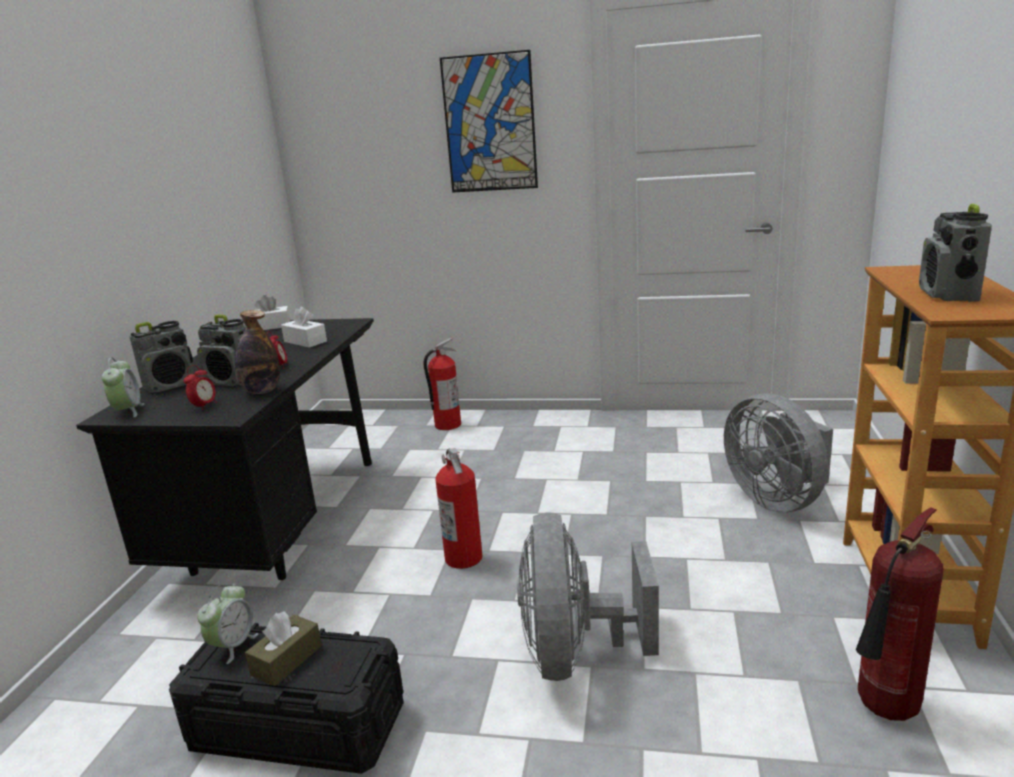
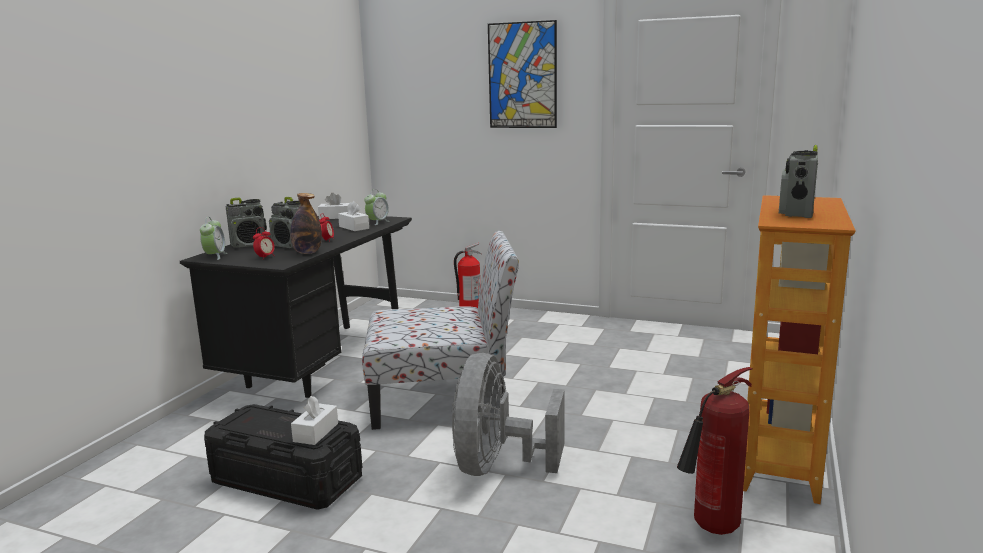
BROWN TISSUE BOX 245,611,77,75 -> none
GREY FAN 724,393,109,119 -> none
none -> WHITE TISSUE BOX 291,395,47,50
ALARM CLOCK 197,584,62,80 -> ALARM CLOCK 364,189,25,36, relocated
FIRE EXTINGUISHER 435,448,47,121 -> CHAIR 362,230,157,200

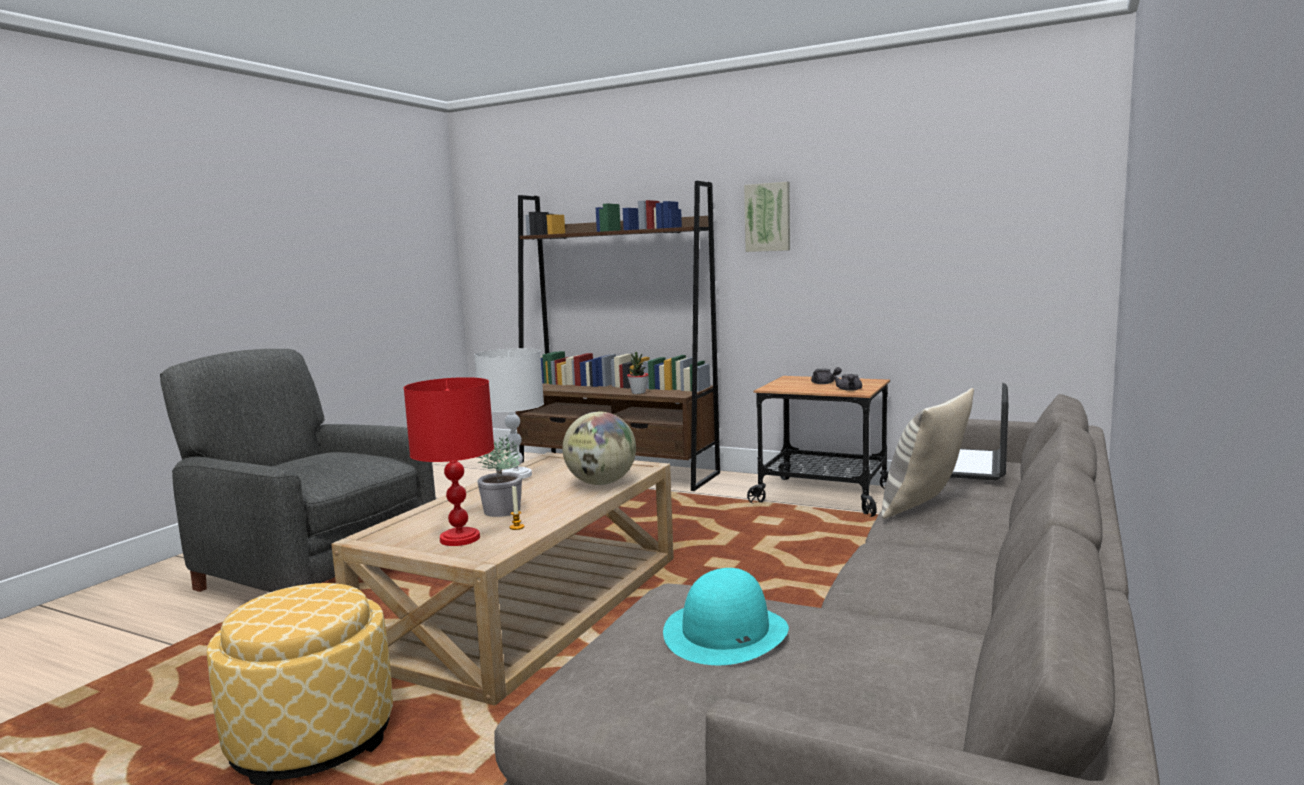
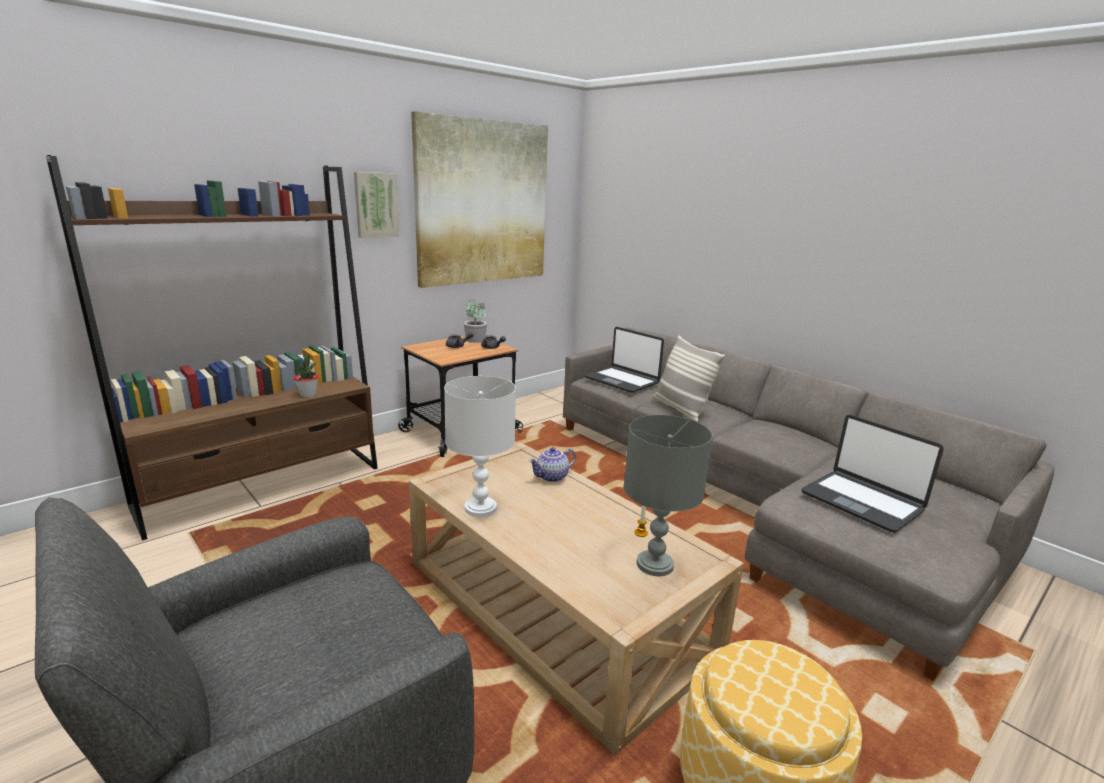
none -> PICTURE 411,111,137,177
POTTED PLANT 477,435,45,82 -> POTTED PLANT 464,300,23,43, relocated
GLOBE 563,411,73,74 -> TEAPOT 529,447,47,35
TURQUOISE HAT 663,568,126,97 -> LAPTOP 801,415,143,118
RED TABLE LAMP 404,377,90,169 -> GREY TABLE LAMP 624,415,88,161

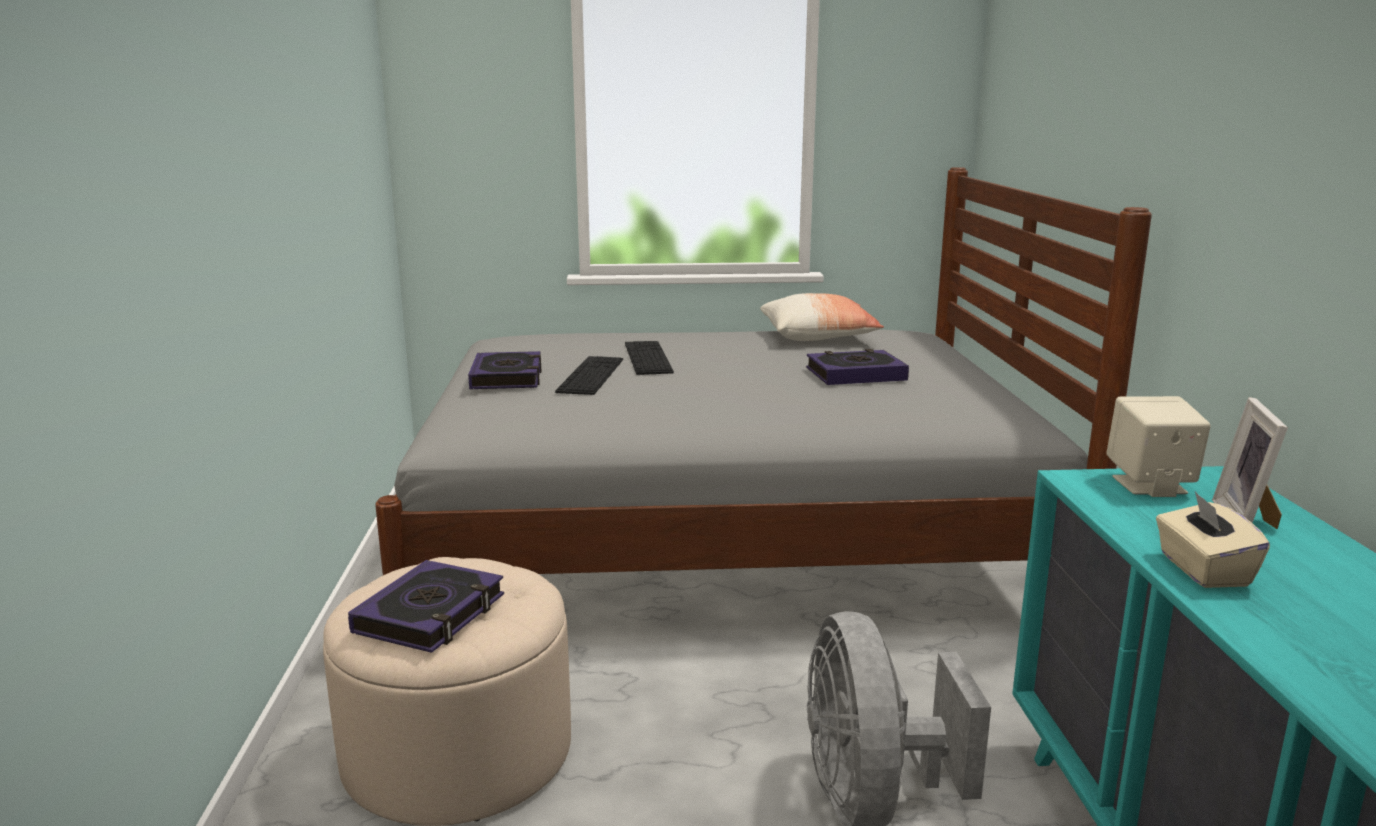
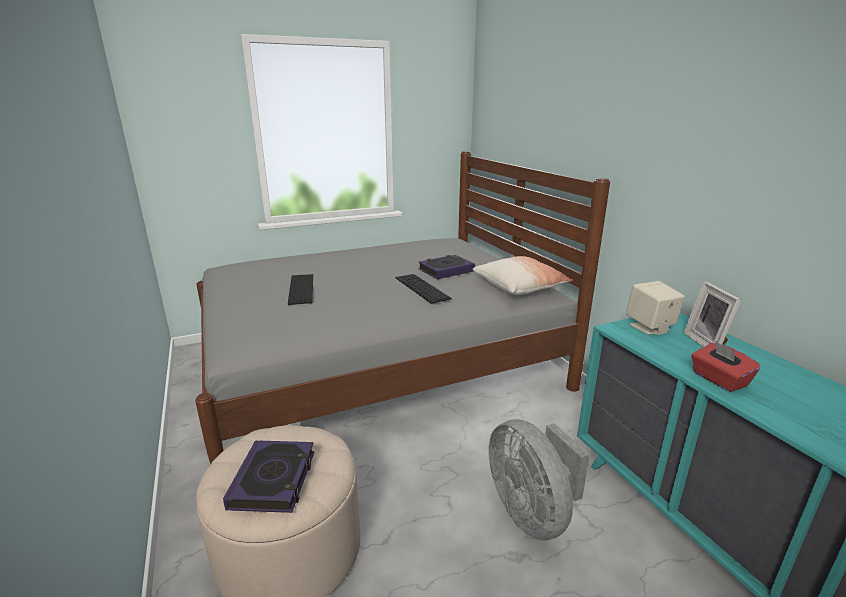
BOOK 468,351,73,38 -> none
KEYBOARD 625,341,49,34 -> KEYBOARD 395,274,57,30, relocated
PILLOW 760,293,124,48 -> PILLOW 473,256,100,39, relocated
BEIGE TISSUE BOX 1156,492,114,96 -> RED TISSUE BOX 691,341,70,51

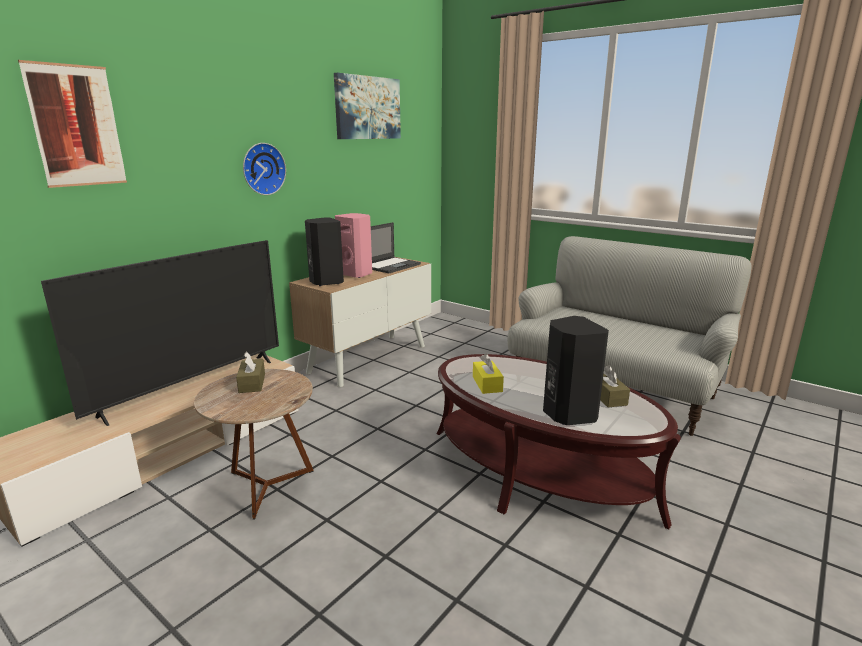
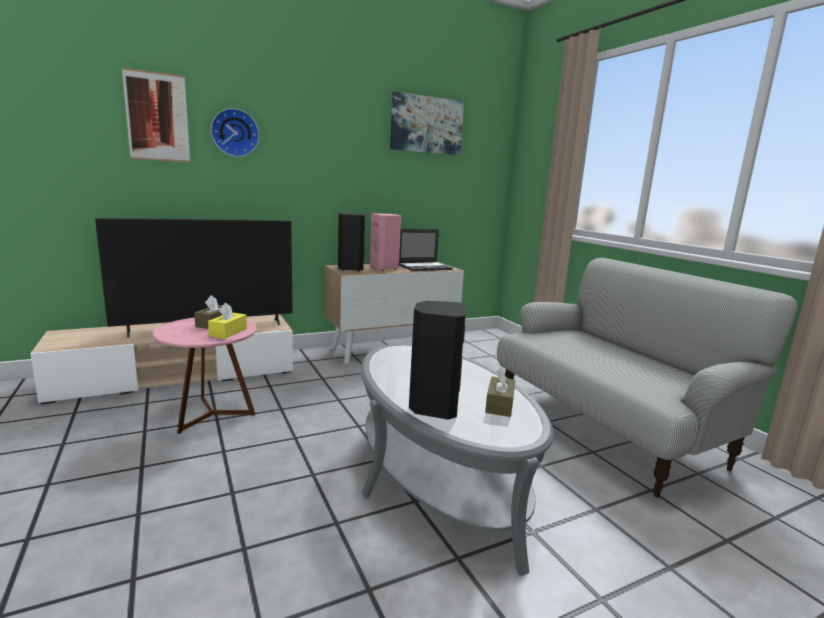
WALL CLOCK 243,143,43,52 -> WALL CLOCK 211,108,48,49, relocated
YELLOW TISSUE BOX 473,354,31,40 -> YELLOW TISSUE BOX 208,303,39,36, relocated
BROWN SIDE TABLE 194,369,120,150 -> PINK SIDE TABLE 153,317,104,117
BROWN COFFEE TABLE 437,354,244,175 -> GREY COFFEE TABLE 361,343,192,233

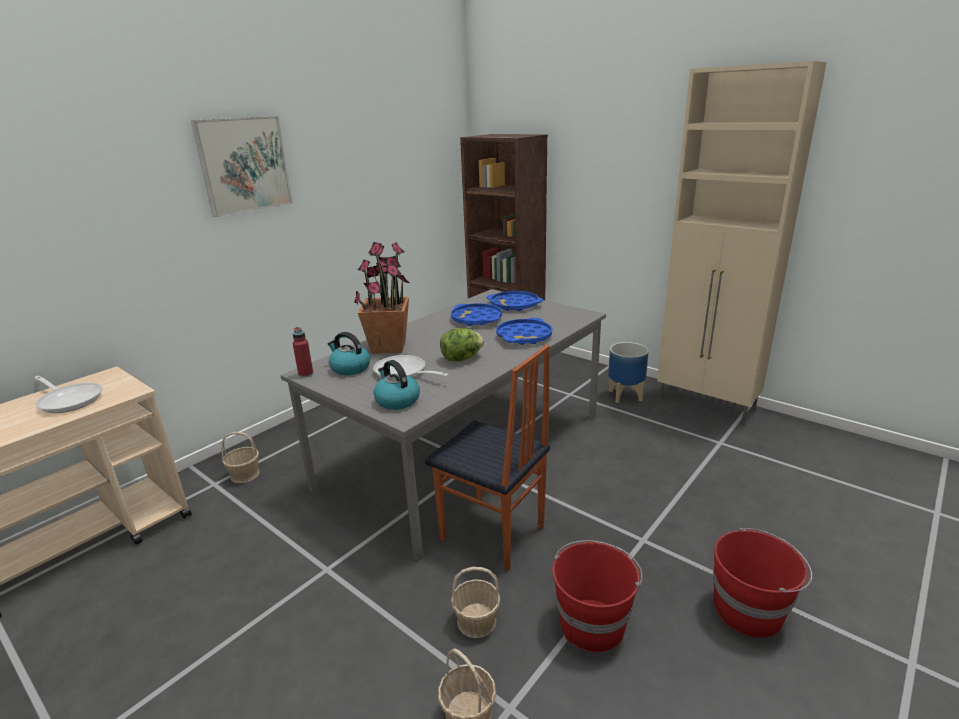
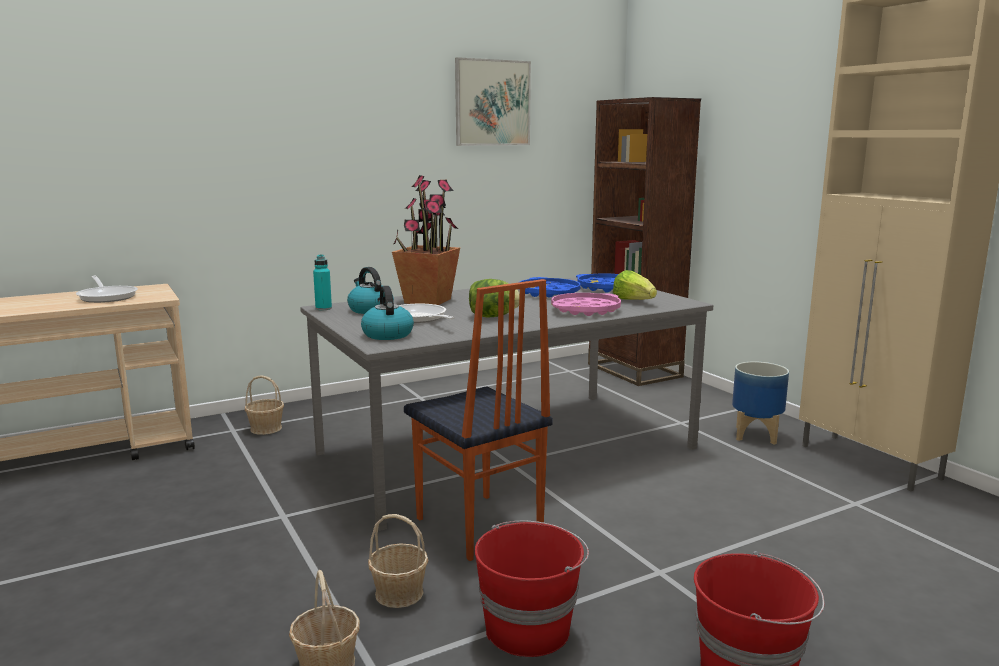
none -> LETTUCE 613,270,44,30
PICTURE 191,116,102,101 -> PICTURE 455,57,76,89, relocated
RED BOTTLE 293,327,20,51 -> TURQUOISE BOTTLE 313,254,19,56
BLUE TRAY 496,318,56,27 -> PINK TRAY 551,293,70,23

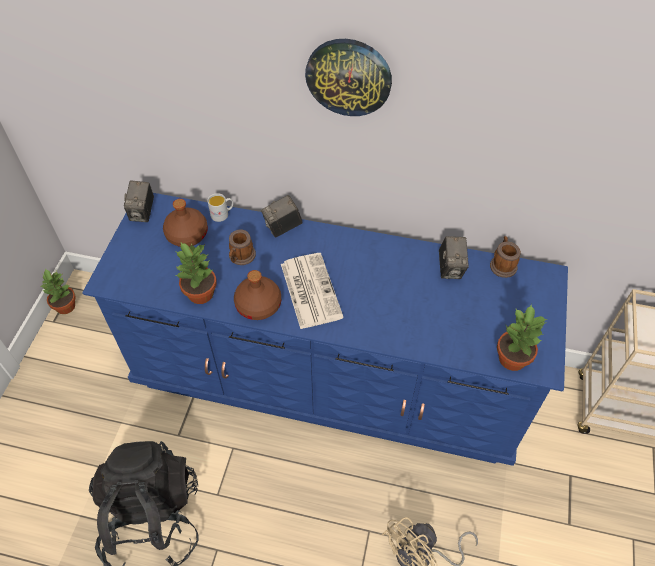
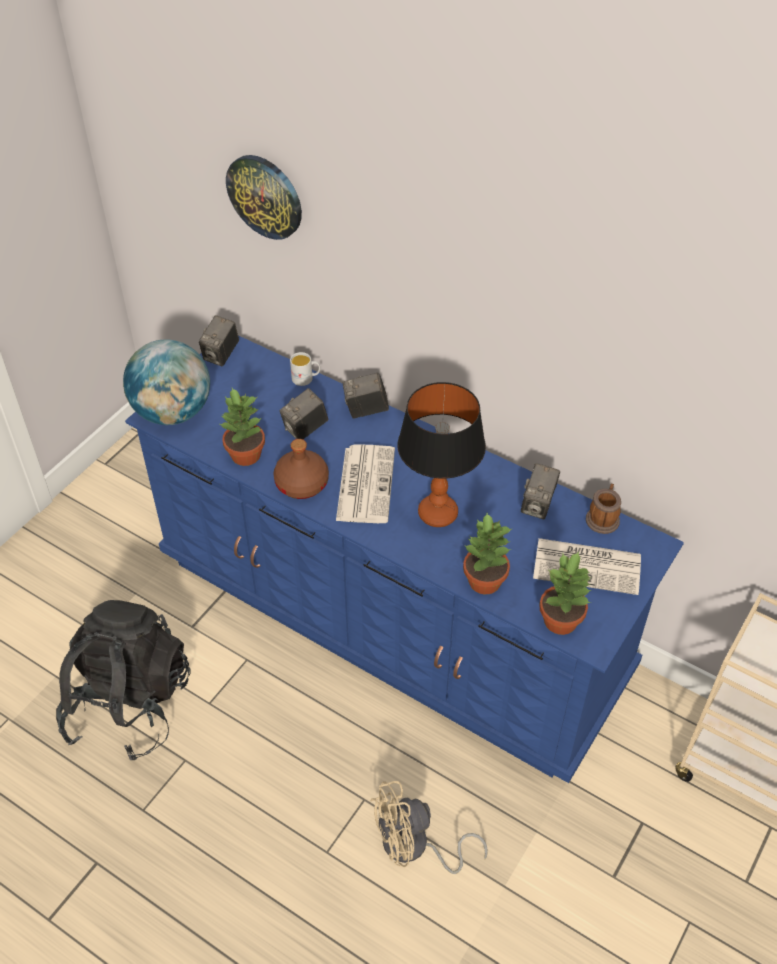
BROWN BOTTLE 163,199,45,48 -> none
none -> GLOBE 123,339,87,86
none -> TABLE LAMP 397,382,89,145
none -> NEWSPAPER 533,538,108,57
POTTED PLANT 40,269,36,45 -> POTTED PLANT 463,513,48,82, relocated
WALL CLOCK 305,39,87,77 -> WALL CLOCK 226,155,76,85, relocated
MUG 229,229,27,36 -> PHOTO CAMERA 280,388,48,51

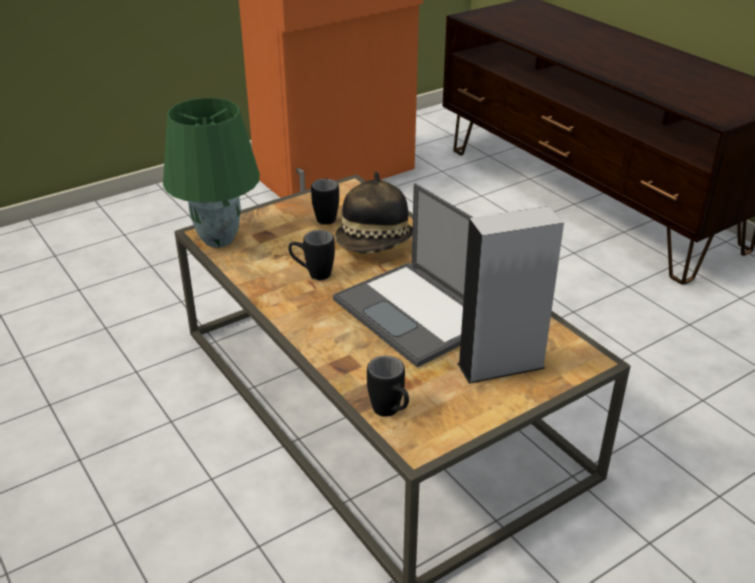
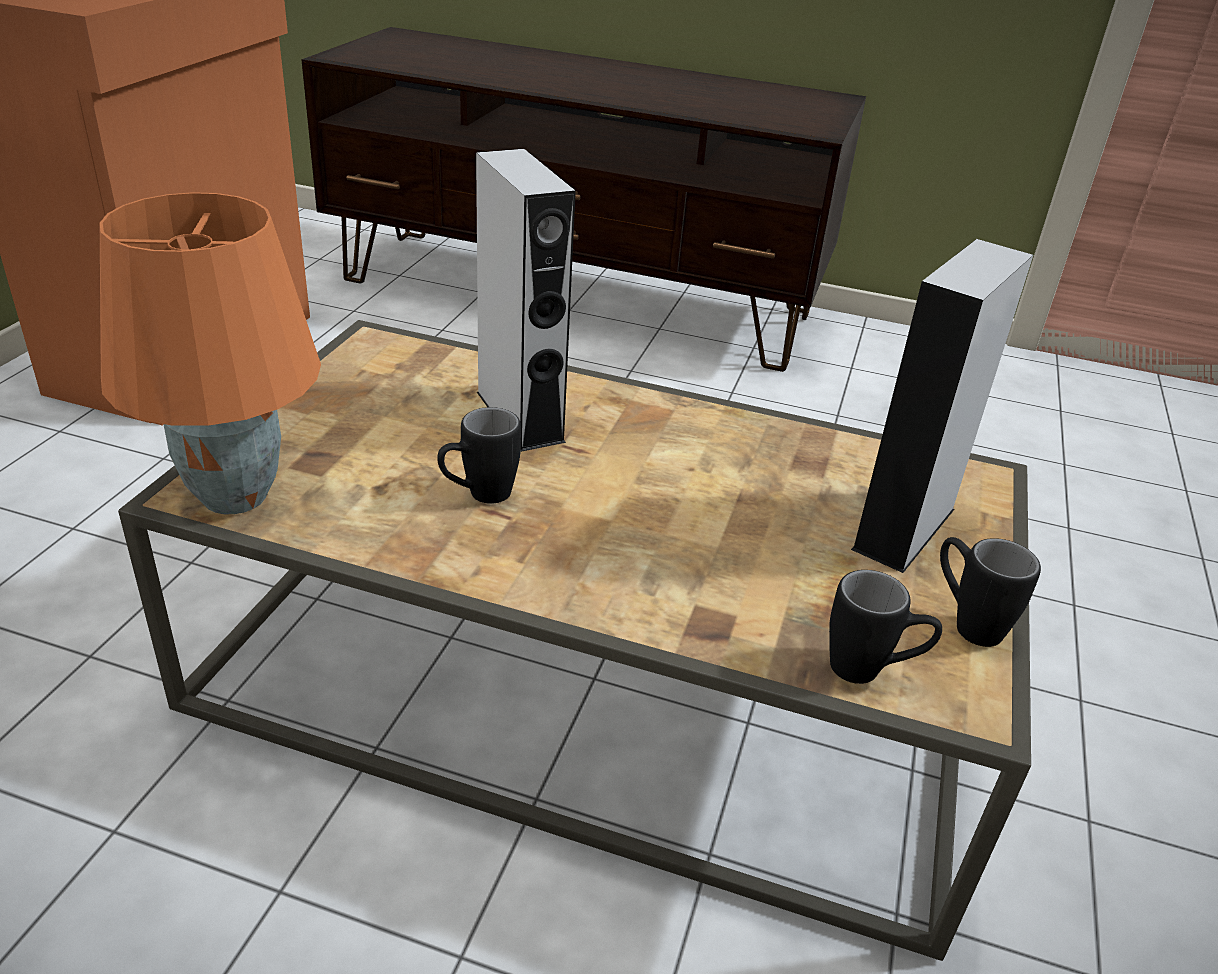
LAPTOP 333,183,141,185 -> none
BLACK MUG 311,178,28,47 -> BLACK MUG 940,537,101,110, relocated
HAT 335,172,78,82 -> GREY SPEAKER 476,149,100,303
GREEN TABLE LAMP 163,98,97,150 -> ORANGE TABLE LAMP 100,192,221,322

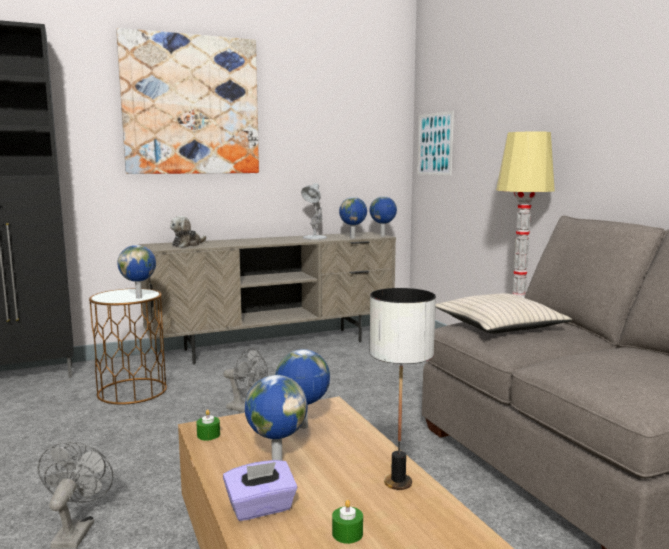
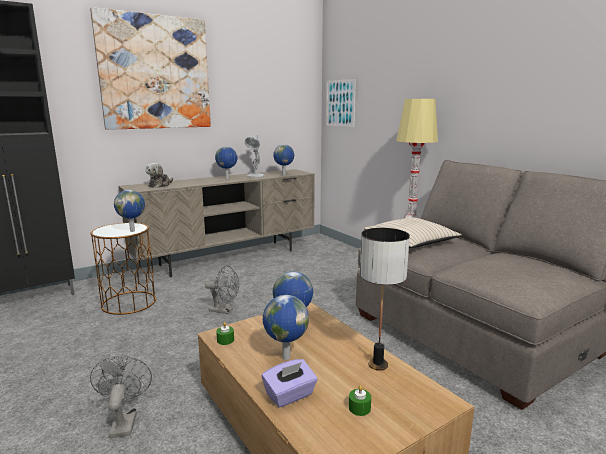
GLOBE 369,196,28,41 -> GLOBE 215,146,22,33, relocated

